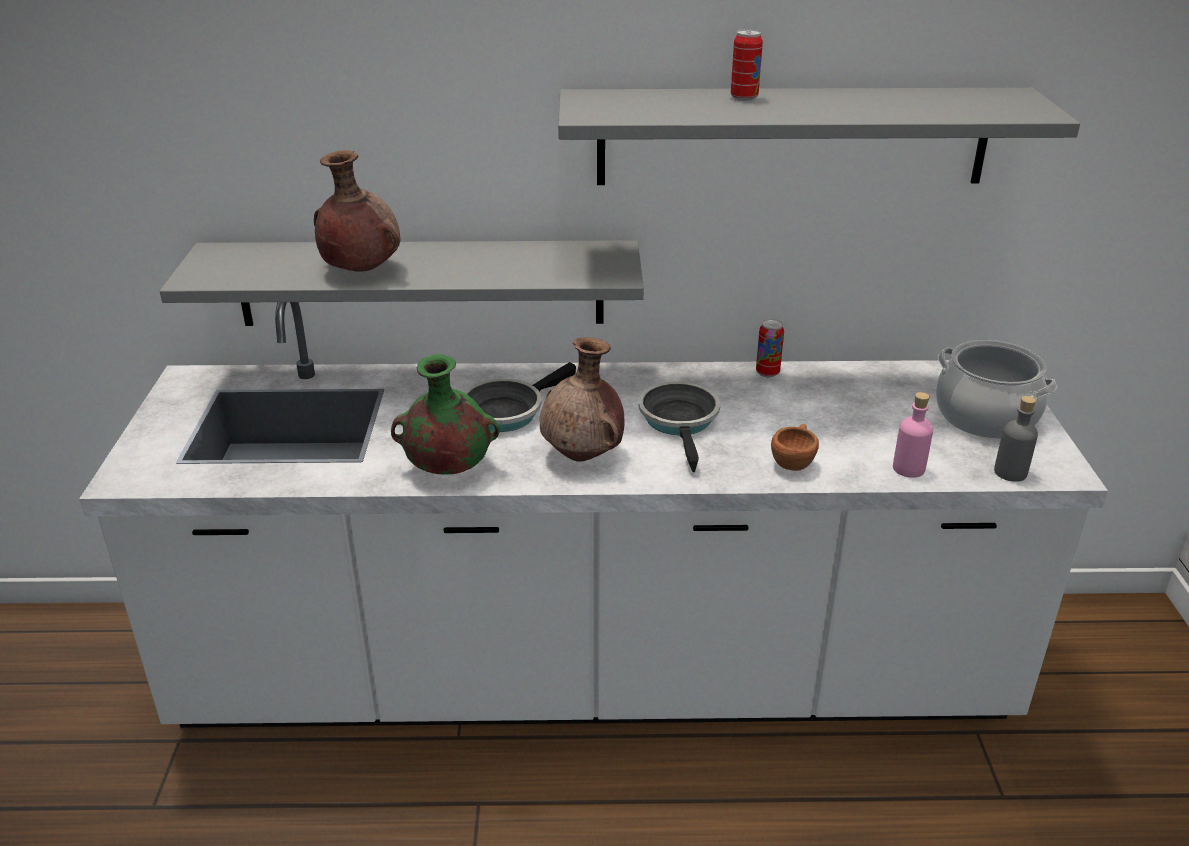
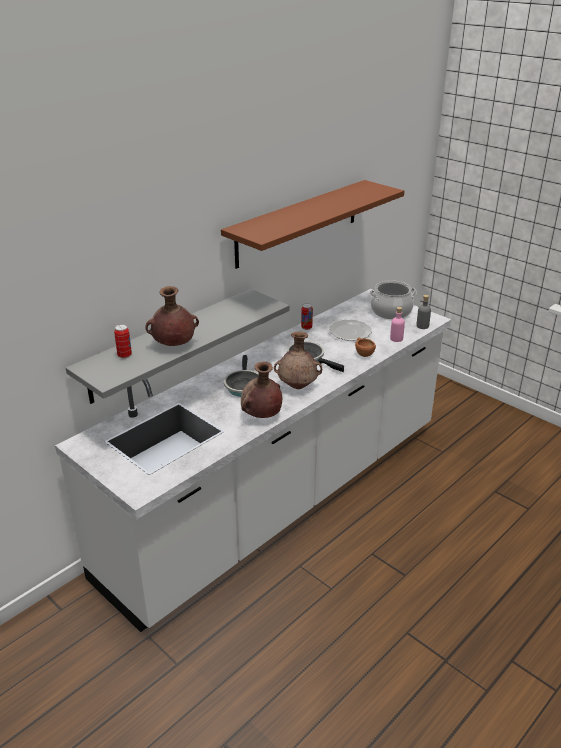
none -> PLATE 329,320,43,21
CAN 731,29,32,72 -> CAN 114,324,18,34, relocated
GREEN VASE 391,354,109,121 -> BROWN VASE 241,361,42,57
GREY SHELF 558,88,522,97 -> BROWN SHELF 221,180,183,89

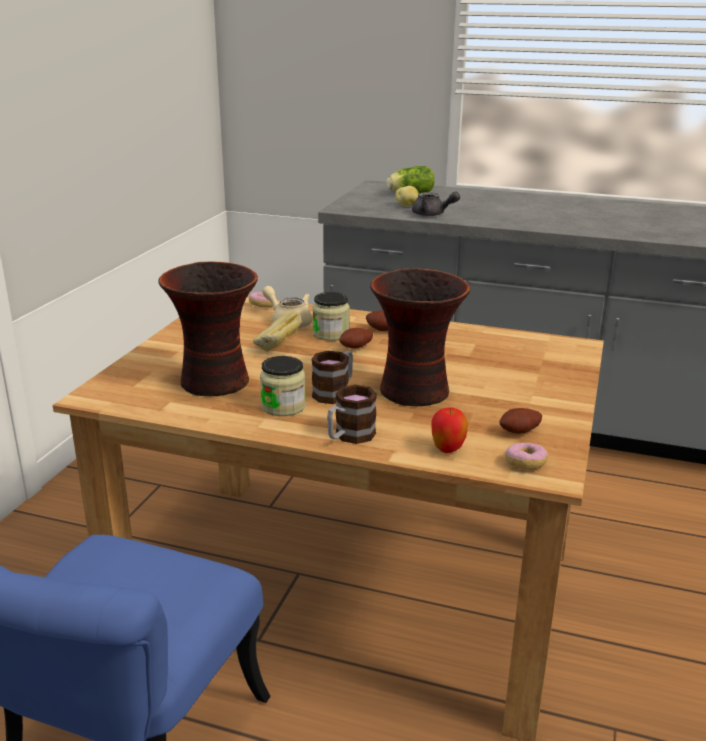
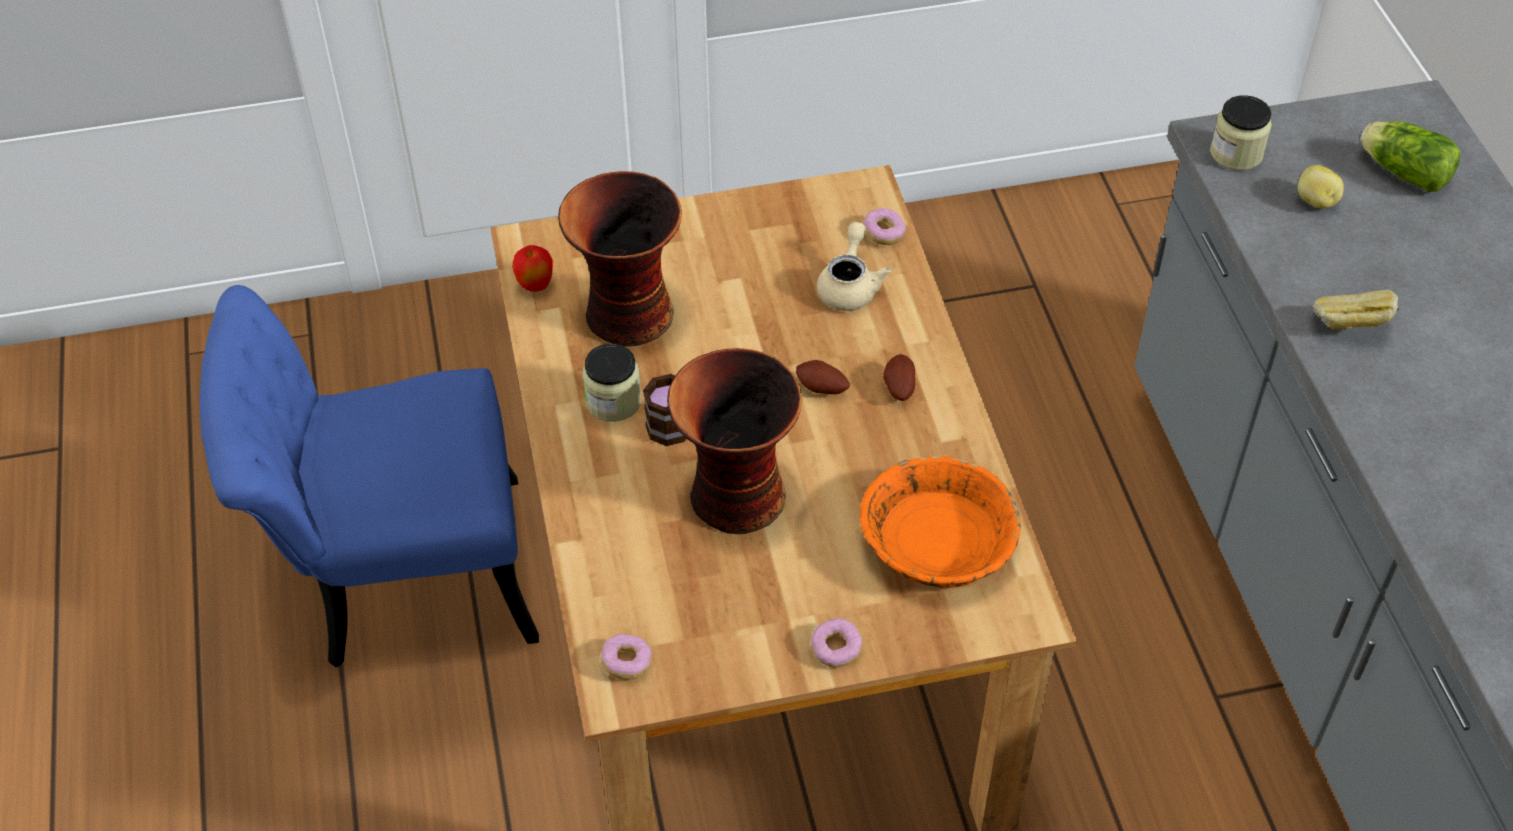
MUG 327,384,50,60 -> none
GREY TEAPOT 412,192,48,24 -> none
POTATO 499,408,43,26 -> none
none -> DONUT 810,618,52,50
none -> ORANGE BOWL 860,455,161,133
BREAD 253,312,49,40 -> BREAD 1313,290,87,40, relocated
JAR 312,292,38,49 -> JAR 1210,95,62,75, relocated
APPLE 431,407,37,46 -> APPLE 512,245,41,47, relocated

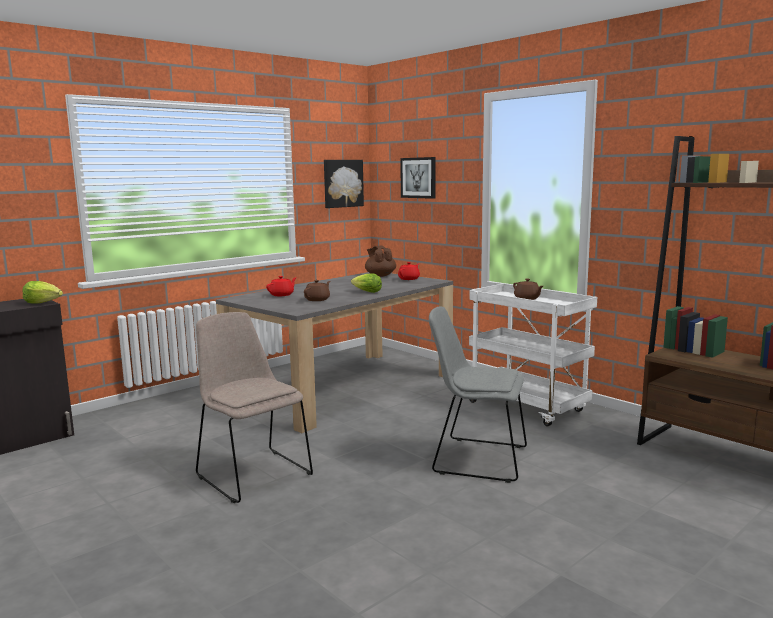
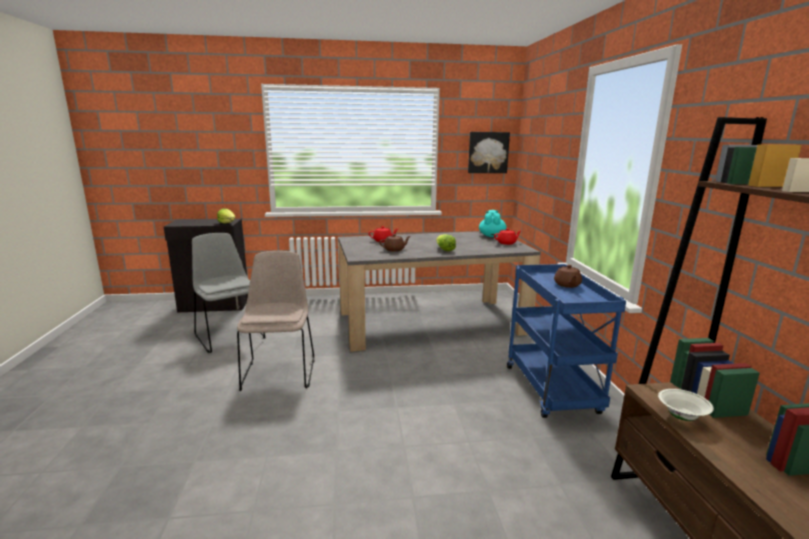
PICTURE 400,157,36,42 -> none
none -> WHITE BOWL 658,389,56,32
GREY CHAIR 429,307,98,176 -> GREY CHAIR 192,233,73,120, relocated
BROWN TEAPOT 365,246,31,31 -> TURQUOISE TEAPOT 479,210,28,27
WHITE CART 469,283,128,143 -> BLUE CART 507,264,119,154

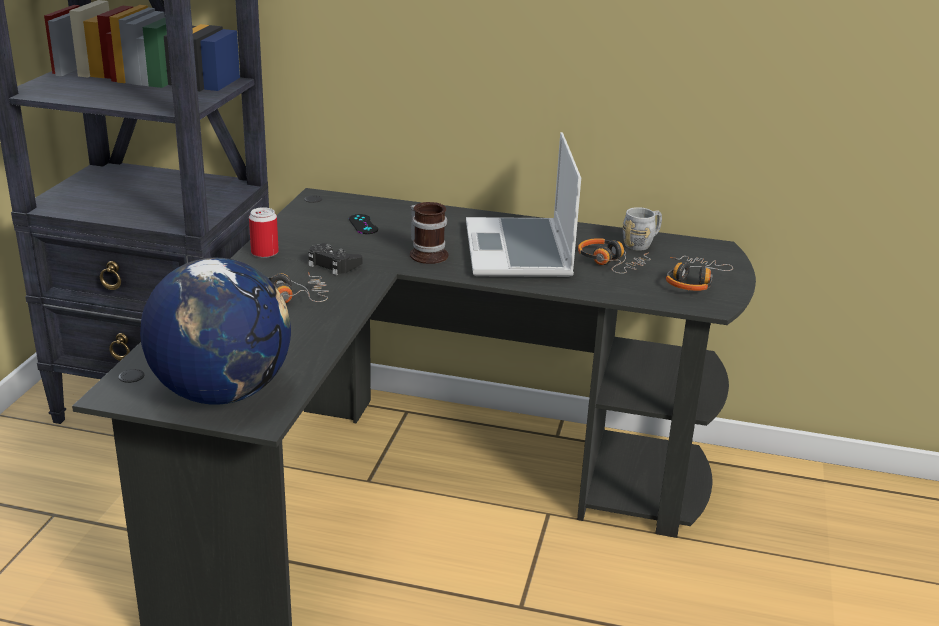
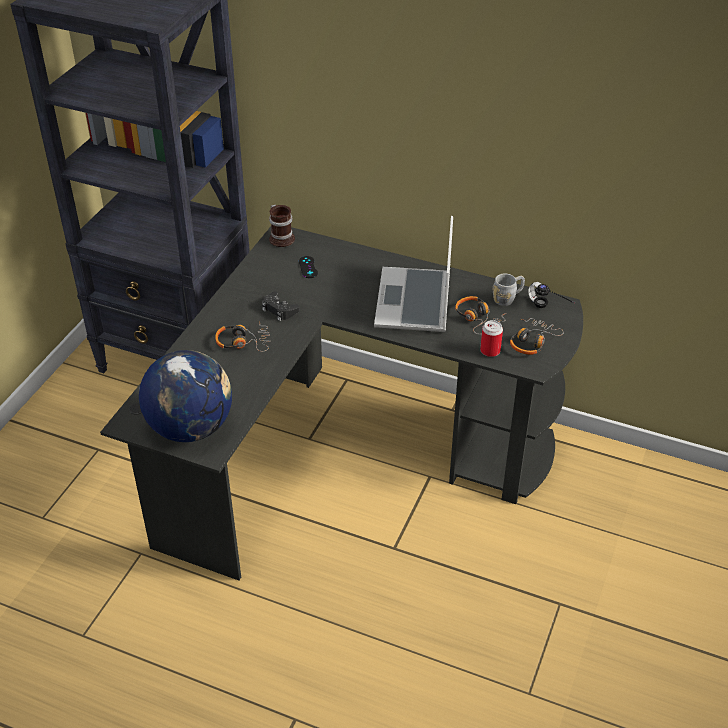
none -> HEADPHONES 528,282,47,26
CAN 249,207,30,51 -> CAN 480,320,23,37, relocated
MUG 410,202,38,62 -> MUG 269,205,26,42, relocated

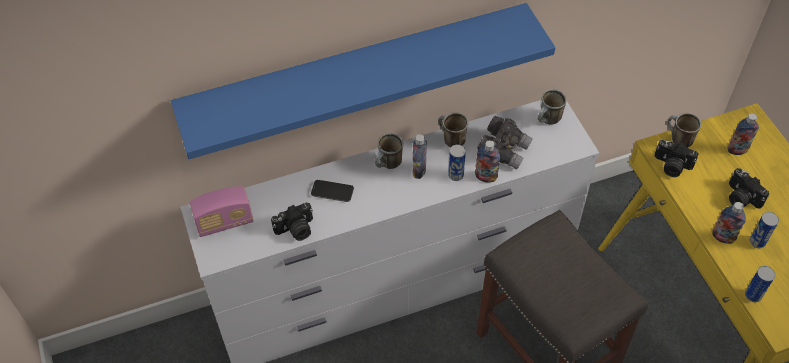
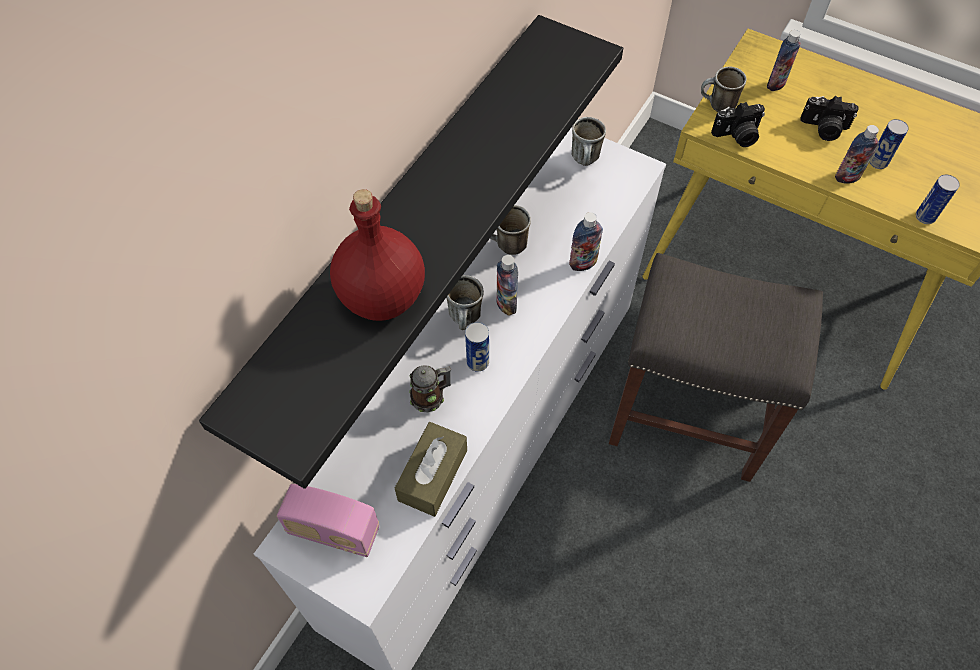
GREY BINOCULARS 477,116,56,53 -> none
none -> RED BOTTLE 330,189,95,132
CAN 448,144,18,37 -> CAN 465,322,24,50, relocated
PHOTO CAMERA 271,203,42,38 -> BROWN TISSUE BOX 395,422,72,95
PHONE 311,180,43,22 -> MUG 409,365,42,47
BLUE SHELF 171,3,384,156 -> BLACK SHELF 199,15,424,474
RADIO 190,186,63,51 -> RADIO 277,484,102,73, 75 degrees clockwise

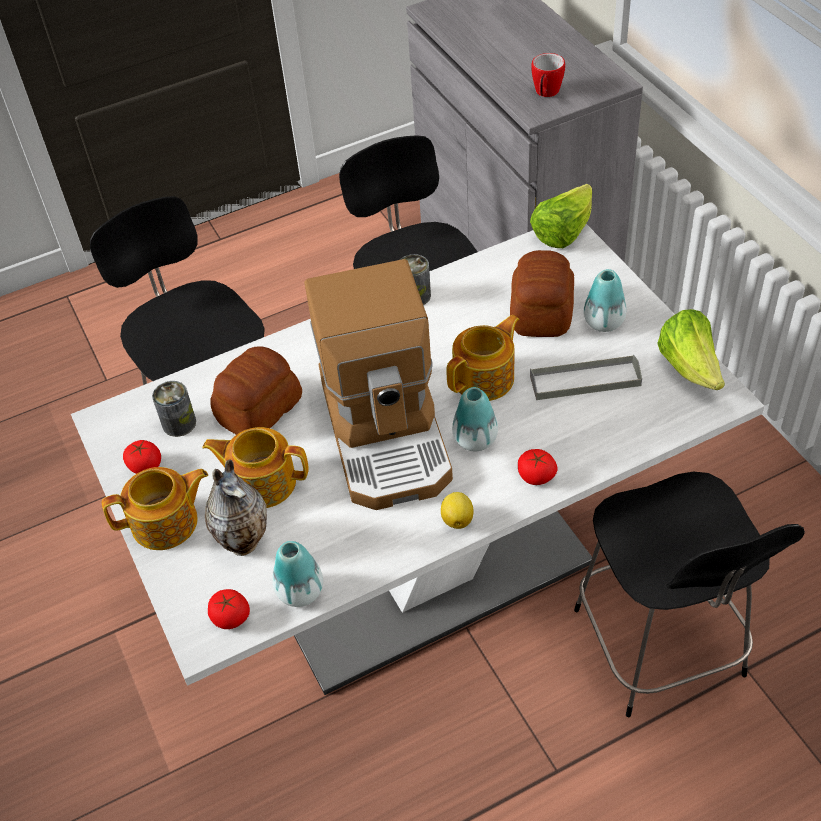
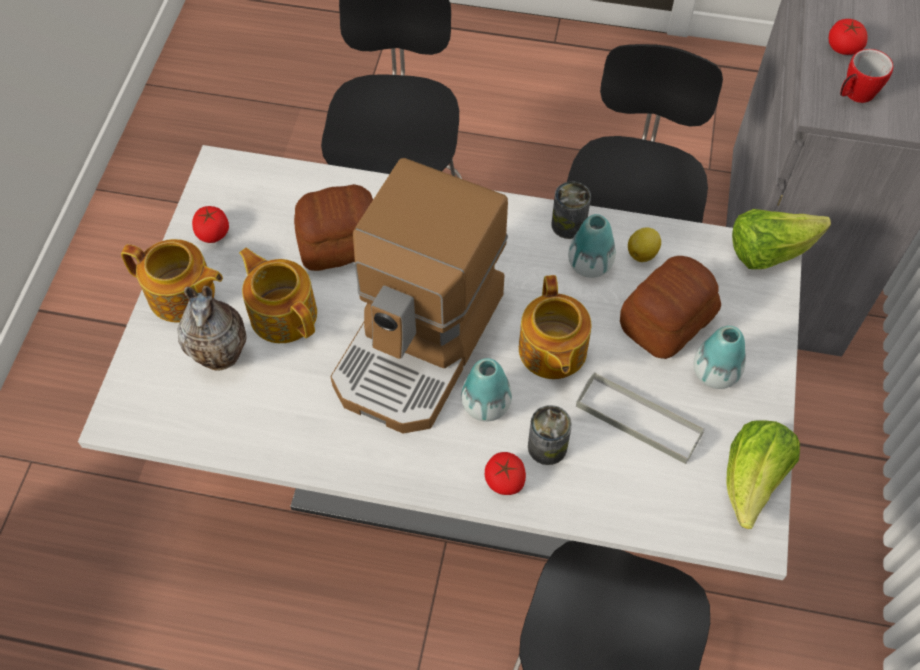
CAN 152,381,44,56 -> CAN 528,405,44,60, relocated
TOMATO 208,589,42,40 -> TOMATO 829,19,39,36, relocated
VASE 273,541,50,66 -> VASE 568,214,48,64, relocated
LEMON 441,492,33,37 -> LEMON 628,228,33,34, relocated
TEAPOT 446,315,74,86 -> TEAPOT 519,275,73,104, 90 degrees clockwise

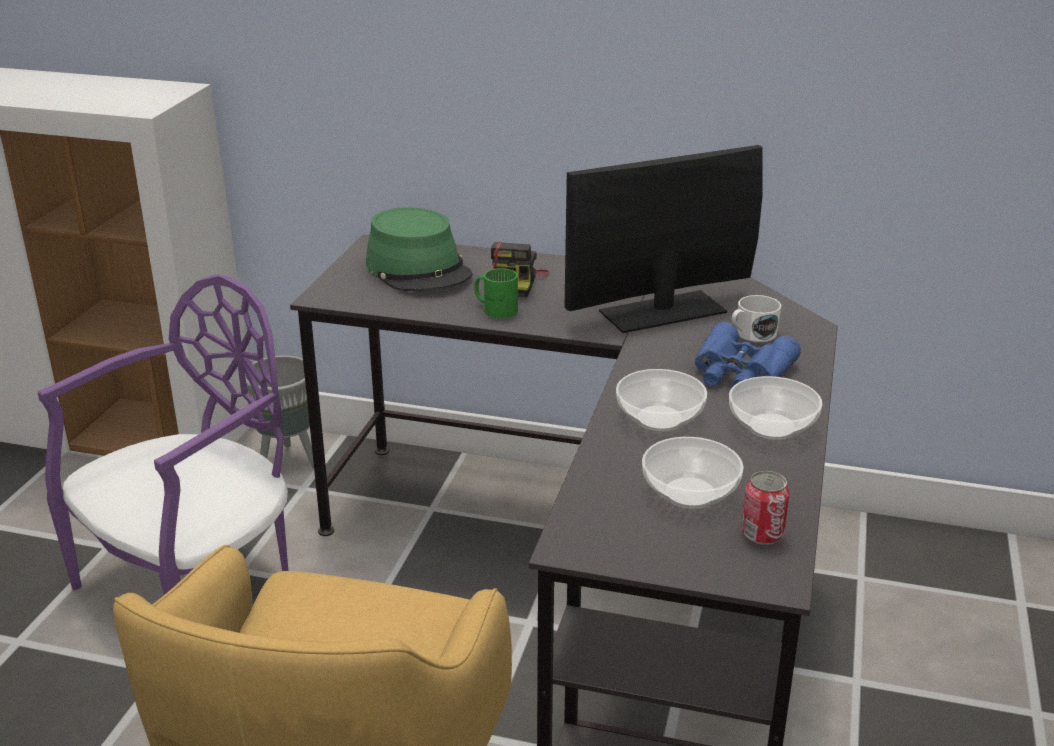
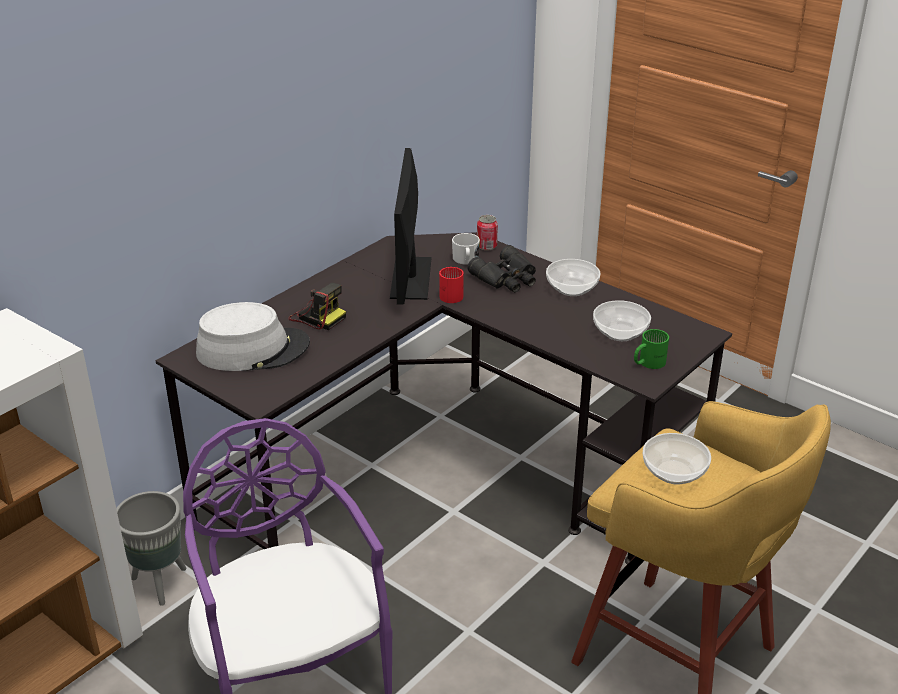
none -> RED MUG 439,267,25,36
GREEN MUG 474,268,44,50 -> GREEN MUG 634,329,35,40, relocated
BOWL 616,369,91,62 -> BOWL 643,433,68,52, relocated
CAN 741,471,49,74 -> CAN 477,215,21,36, relocated
GREEN HAT 366,207,107,84 -> GREY HAT 196,302,114,69
BLUE BINOCULARS 695,322,106,65 -> BLACK BINOCULARS 467,245,69,47

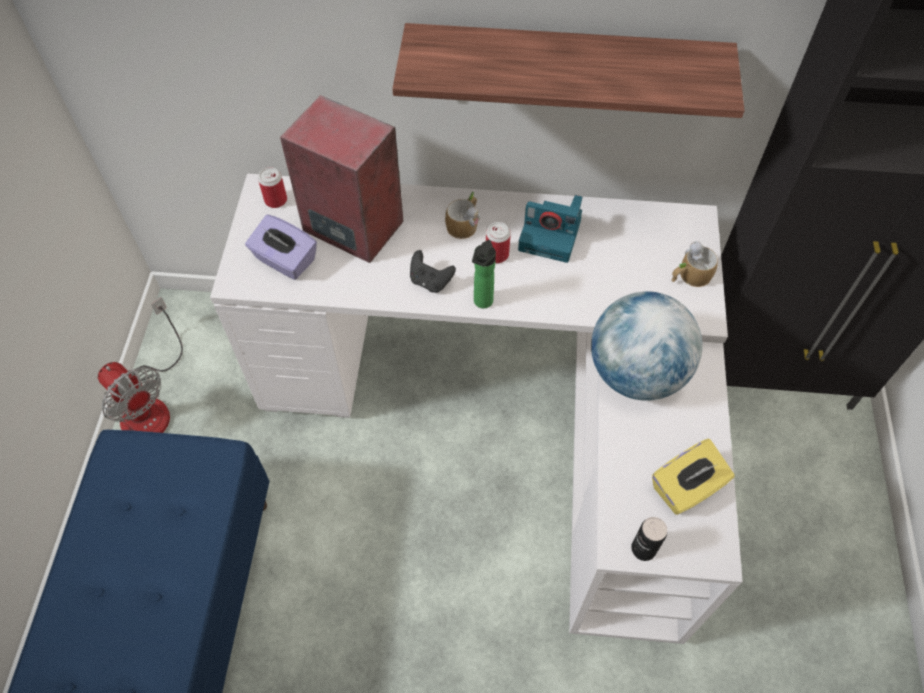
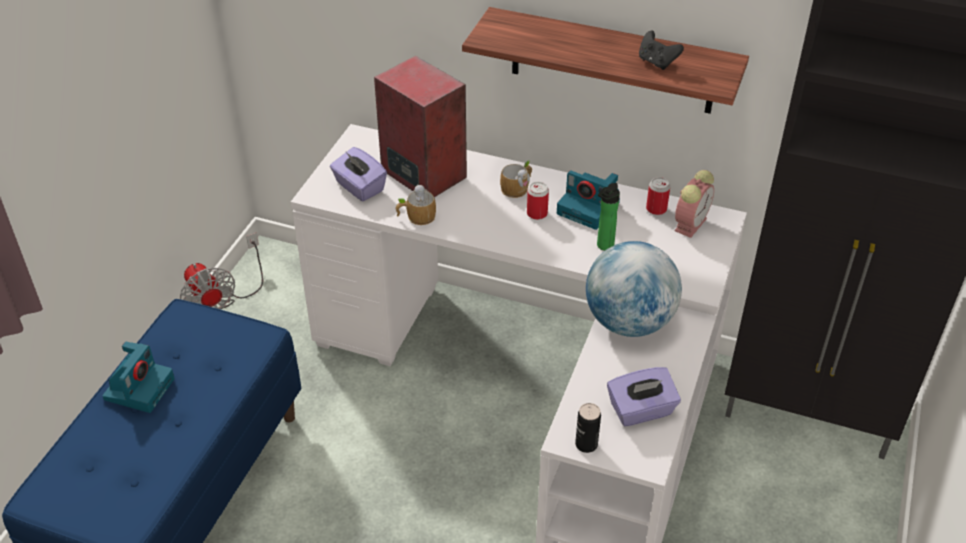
none -> PHOTO CAMERA 103,342,72,71
none -> ALARM CLOCK 674,170,40,68
CAN 258,167,29,41 -> CAN 646,177,24,38, relocated
BLACK GAME CONTROLLER 410,250,46,43 -> BLACK GAME CONTROLLER 639,31,45,39, relocated
BOTTLE 472,240,24,69 -> BOTTLE 597,183,23,68, relocated
MUG 671,241,47,46 -> MUG 395,185,41,40, relocated
YELLOW TISSUE BOX 652,439,83,76 -> PURPLE TISSUE BOX 607,367,74,59

